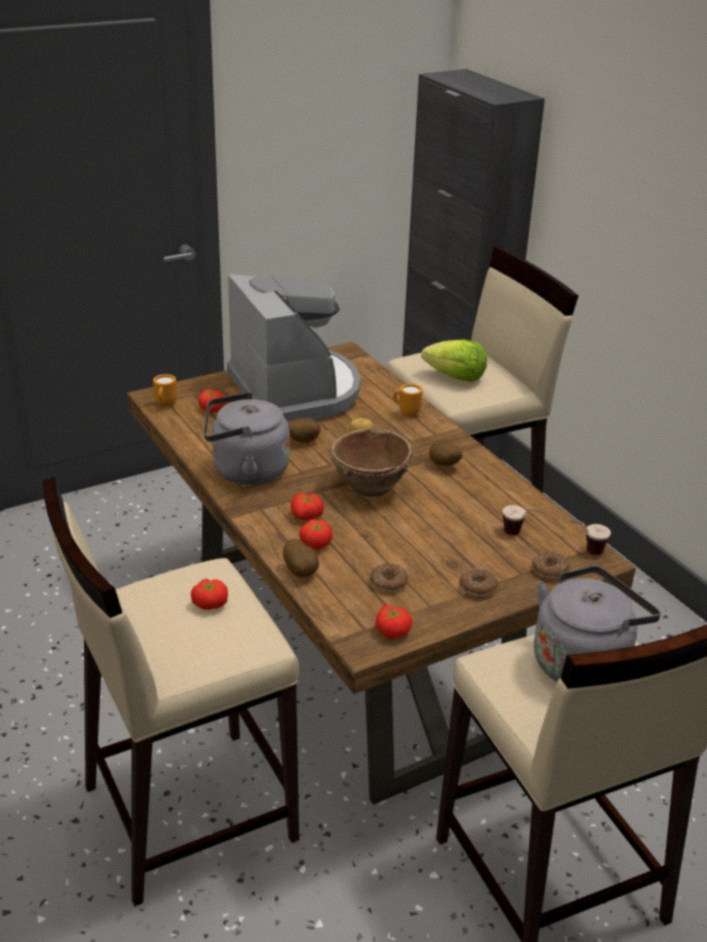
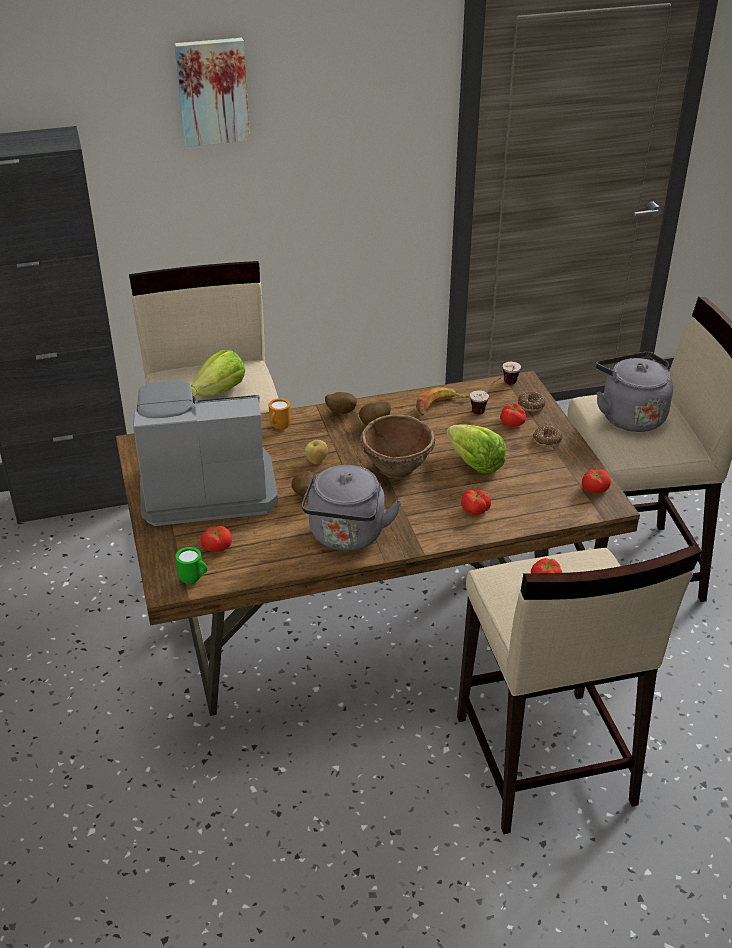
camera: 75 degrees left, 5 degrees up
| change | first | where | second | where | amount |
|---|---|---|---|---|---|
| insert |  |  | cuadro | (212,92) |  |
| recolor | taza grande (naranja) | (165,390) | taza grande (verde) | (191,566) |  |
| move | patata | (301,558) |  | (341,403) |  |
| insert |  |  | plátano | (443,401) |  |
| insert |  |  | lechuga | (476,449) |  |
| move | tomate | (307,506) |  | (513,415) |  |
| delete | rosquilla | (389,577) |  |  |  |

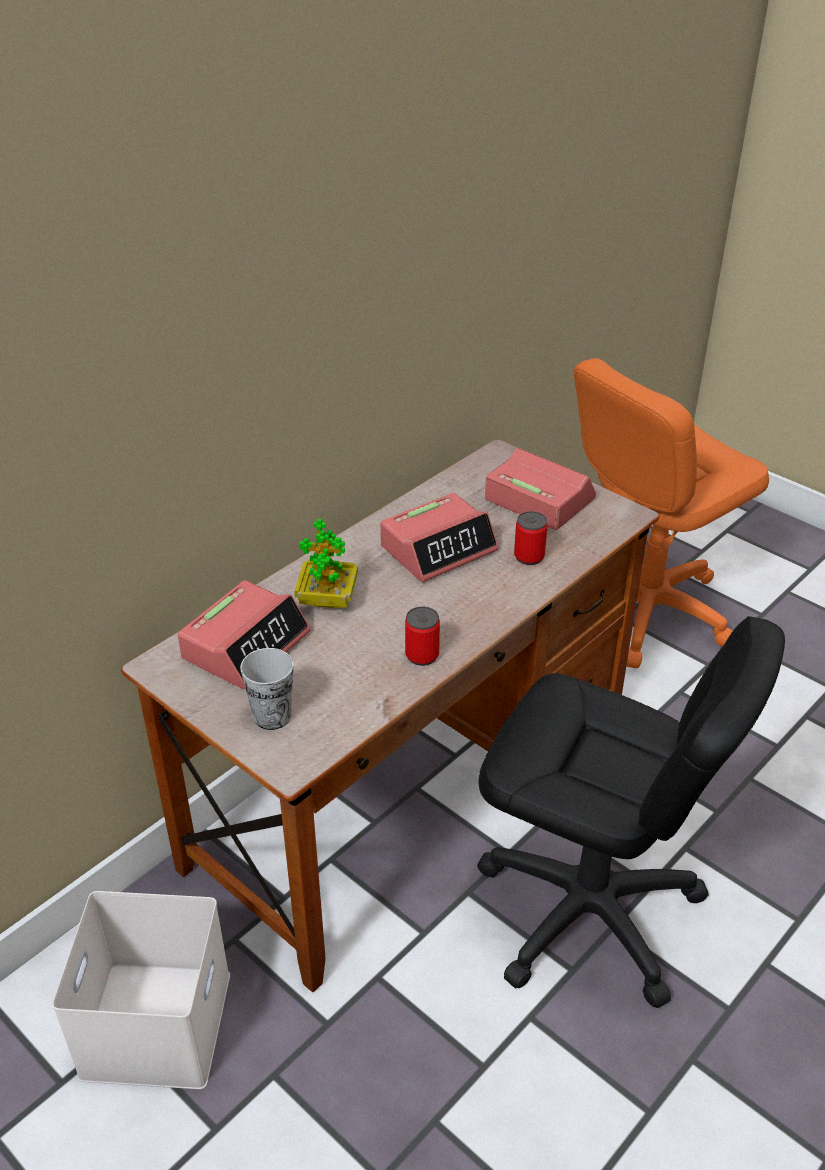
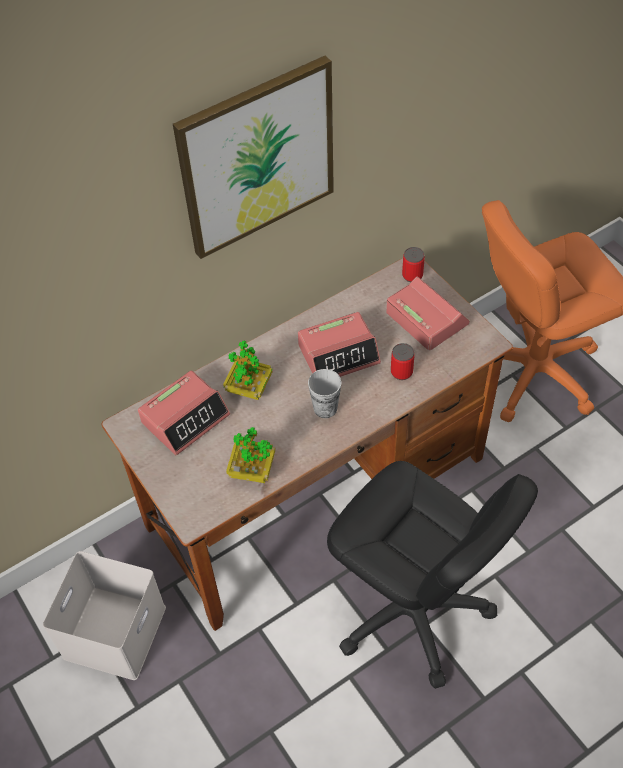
camera: 15 degrees right, 15 degrees up
| change | first | where | second | where | amount |
|---|---|---|---|---|---|
| insert |  |  | cuadro | (253,157) |  |
| insert |  |  | planta en maceta | (250,455) |  |
| move | taza | (266,689) |  | (325,393) |  |
| move | lata | (422,636) |  | (413,264) |  |

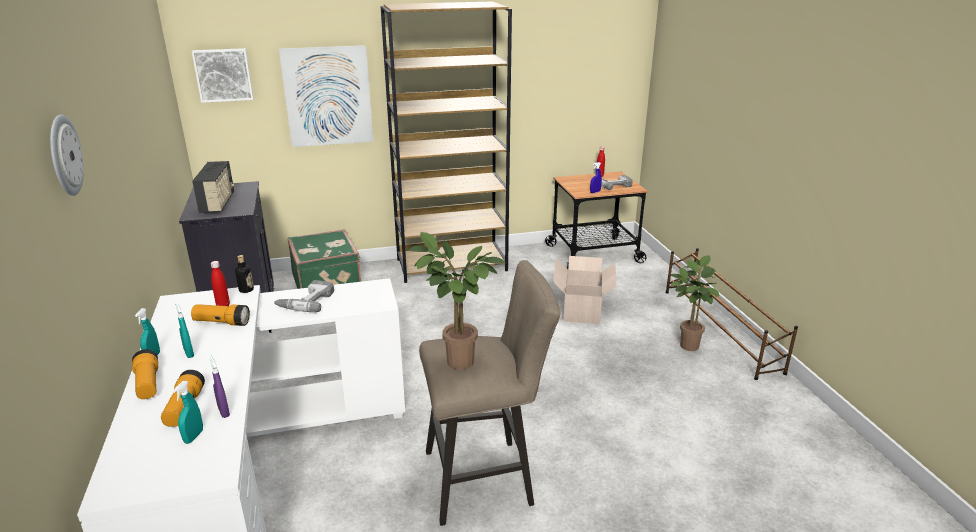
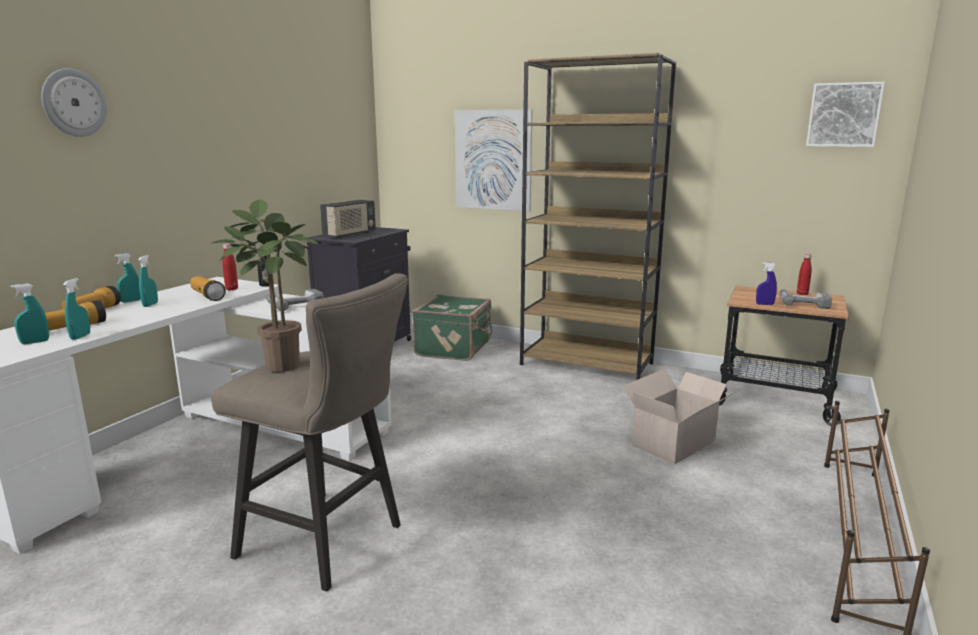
camera: 40 degrees right, 10 degrees down
| change | first | where | second | where | amount |
|---|---|---|---|---|---|
| recolor | pulverizador (morado) | (219,387) | pulverizador (turquesa) | (76,309) |  |
| move | cuadro | (223,75) |  | (845,114) |  |
| delete | planta en maceta | (694,303) |  |  |  |

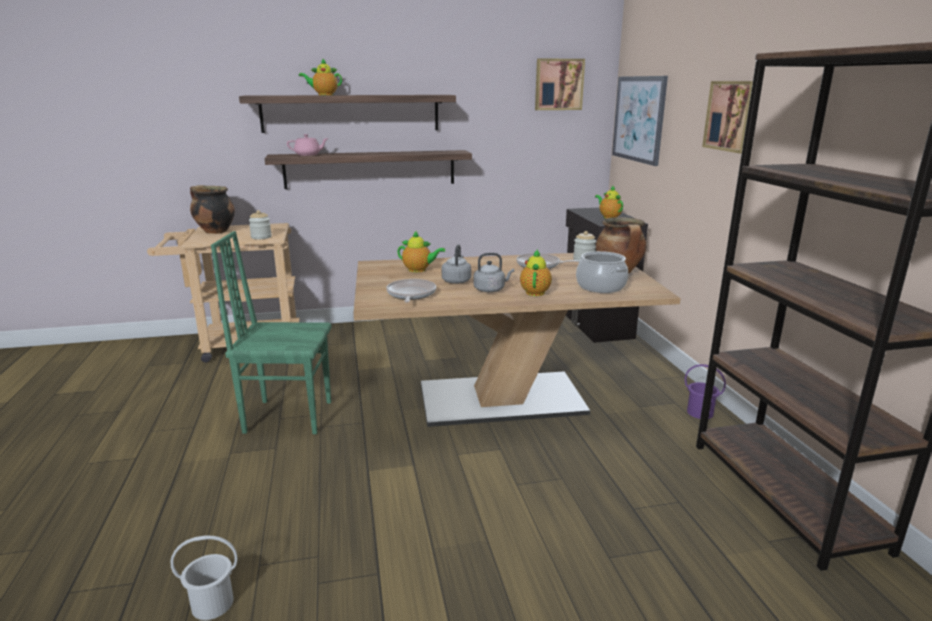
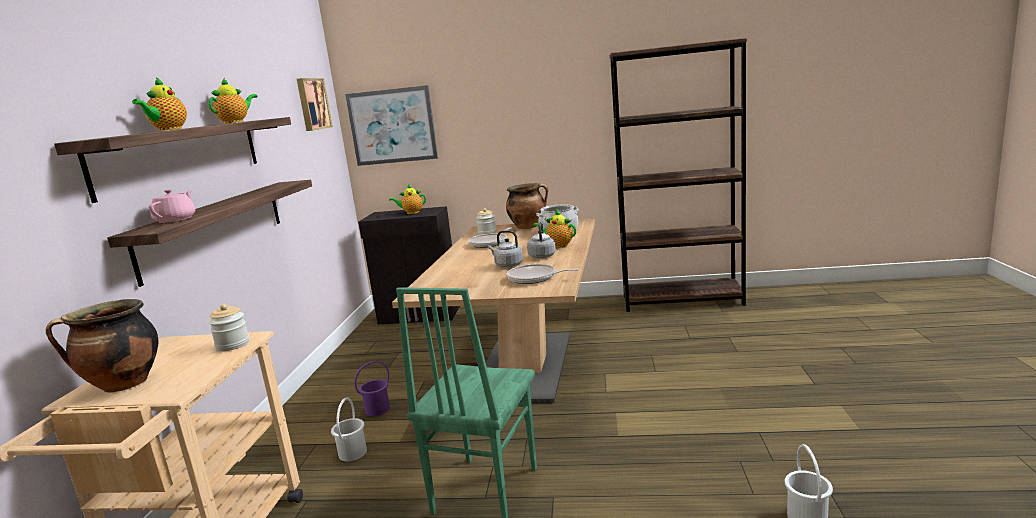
camera: 70 degrees left, 5 degrees down
| change | first | where | second | where | amount |
|---|---|---|---|---|---|
| move | tetera | (421,251) |  | (232,101) |  |
| insert |  |  | cubo (blanco) | (349,429) |  |
| move | cubo (morado) | (705,391) |  | (372,388) |  |
| delete | cuadro | (727,117) |  |  |  |

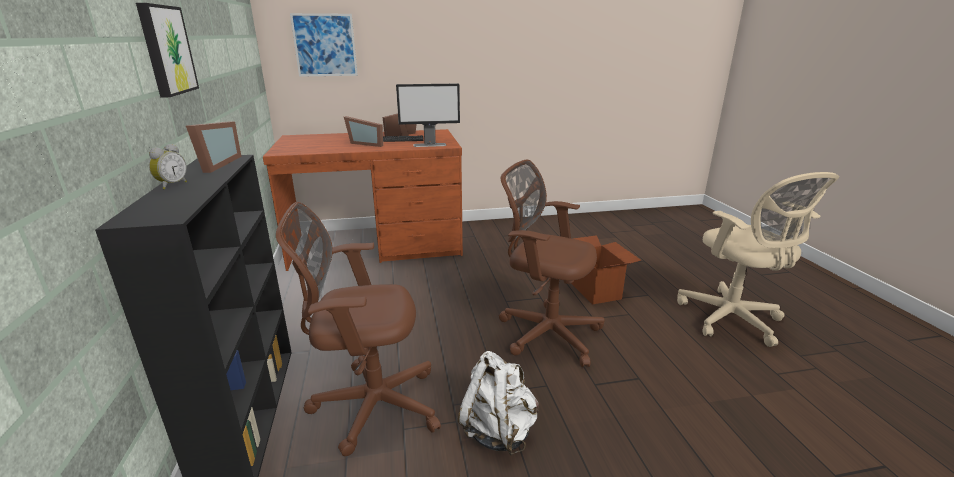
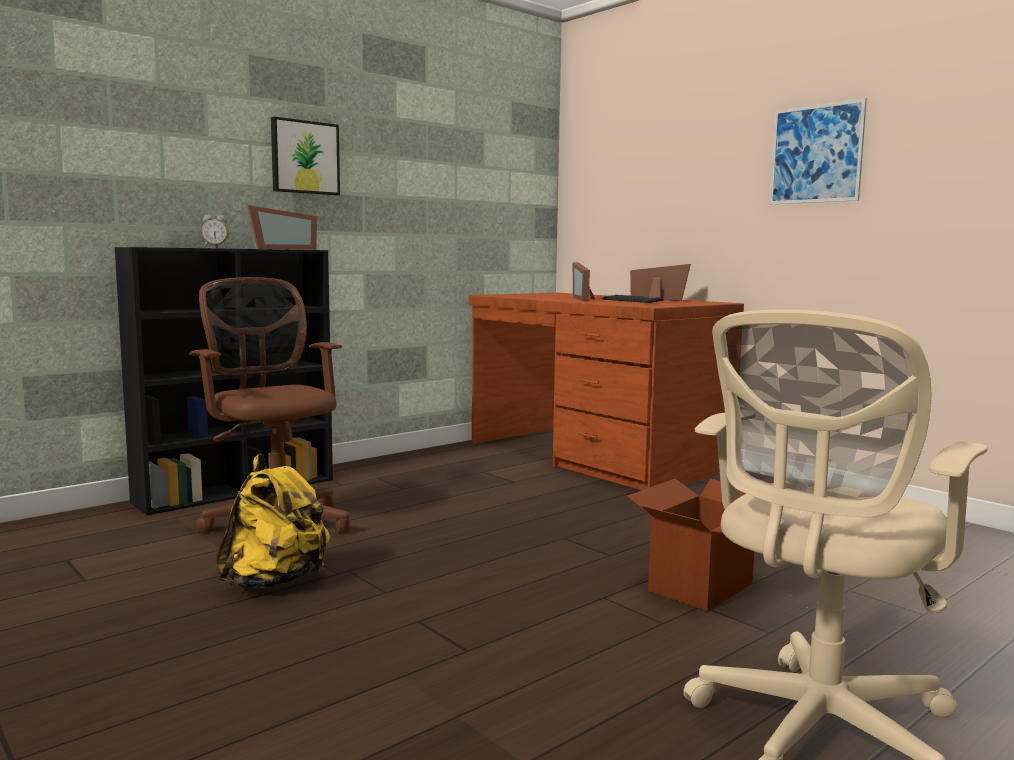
camera: 60 degrees right, 15 degrees down
| change | first | where | second | where | amount |
|---|---|---|---|---|---|
| recolor | mochila (blanco) | (498,403) | mochila (amarillo) | (273,521) |  |
| move | cuadro | (324,45) |  | (818,151) |  |
| delete | monitor | (428,115) |  |  |  |
| delete | silla de oficina (marrón) | (552,263) |  |  |  |

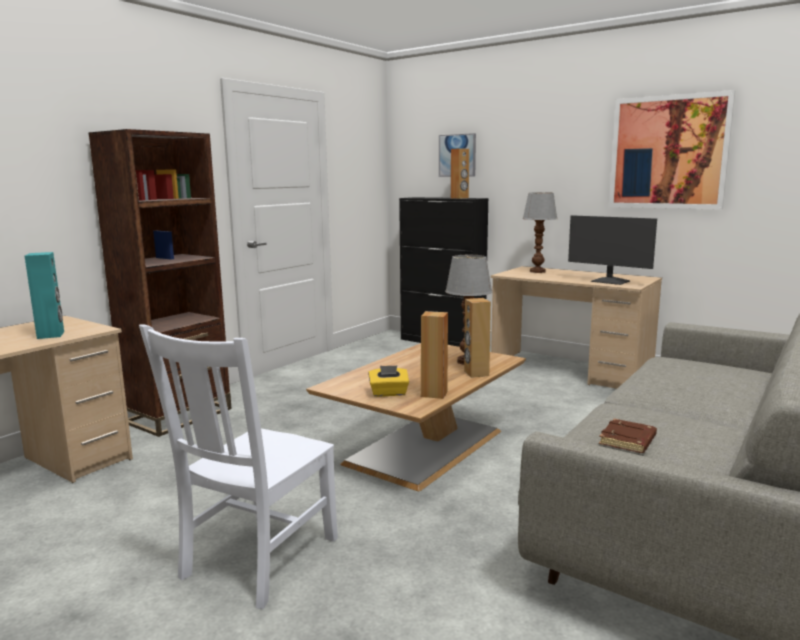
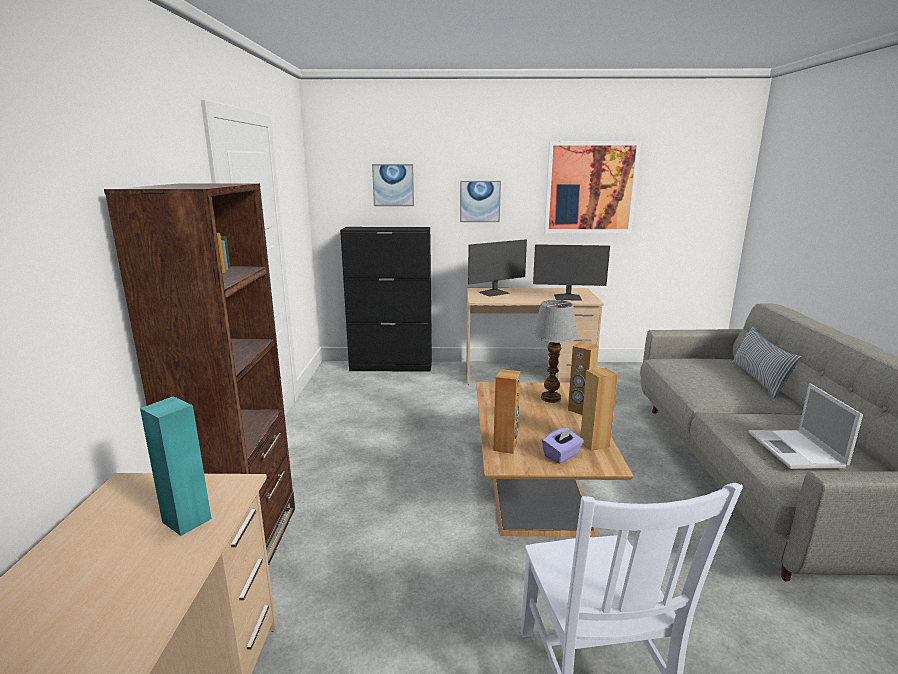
camera: 35 degrees left, 5 degrees up
| change | first | where | second | where | amount |
|---|---|---|---|---|---|
| insert |  |  | cuadro | (480,201) |  |
| replace | lámpara de mesa | (540,232) | monitor | (497,268) |  |
| move | altavoz (marrón) | (460,173) |  | (506,411) |  |
| recolor | caja de pañuelos (amarillo) | (388,381) | caja de pañuelos (morado) | (563,446) |  |
| insert |  |  | cojín | (766,362) |  |
| replace | libro (marrón) | (628,435) | portátil | (806,426) |  |

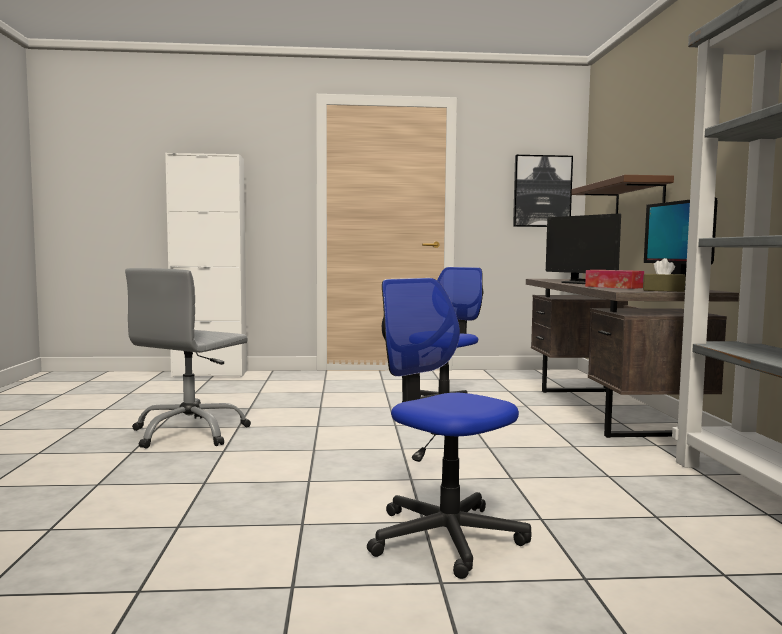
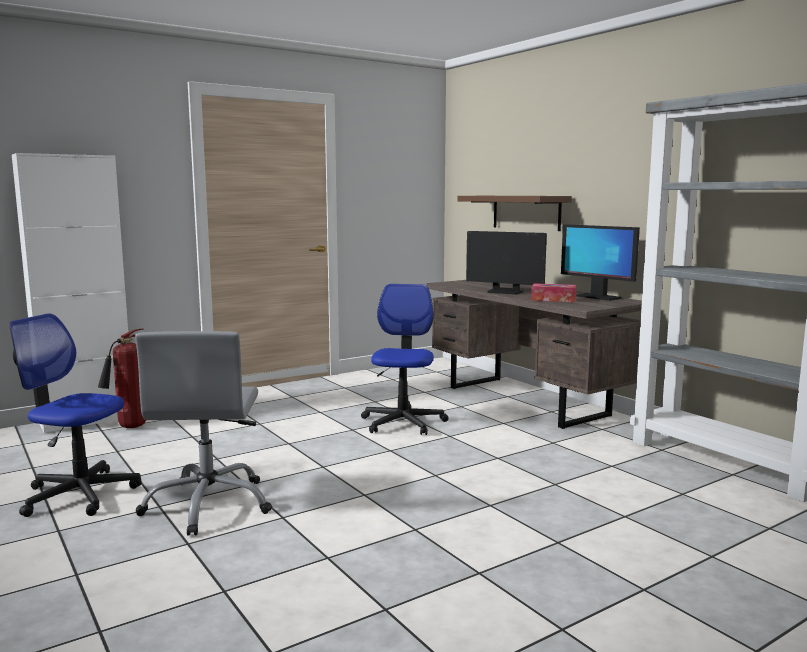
camera: 30 degrees left, 5 degrees up
| change | first | where | second | where | amount |
|---|---|---|---|---|---|
| move | silla de oficina | (449,428) |  | (75,415) |  |
| insert |  |  | extintor | (122,378) |  |
| delete | cuadro | (543,191) |  |  |  |
| delete | caja de pañuelos (marrón) | (664,275) |  |  |  |

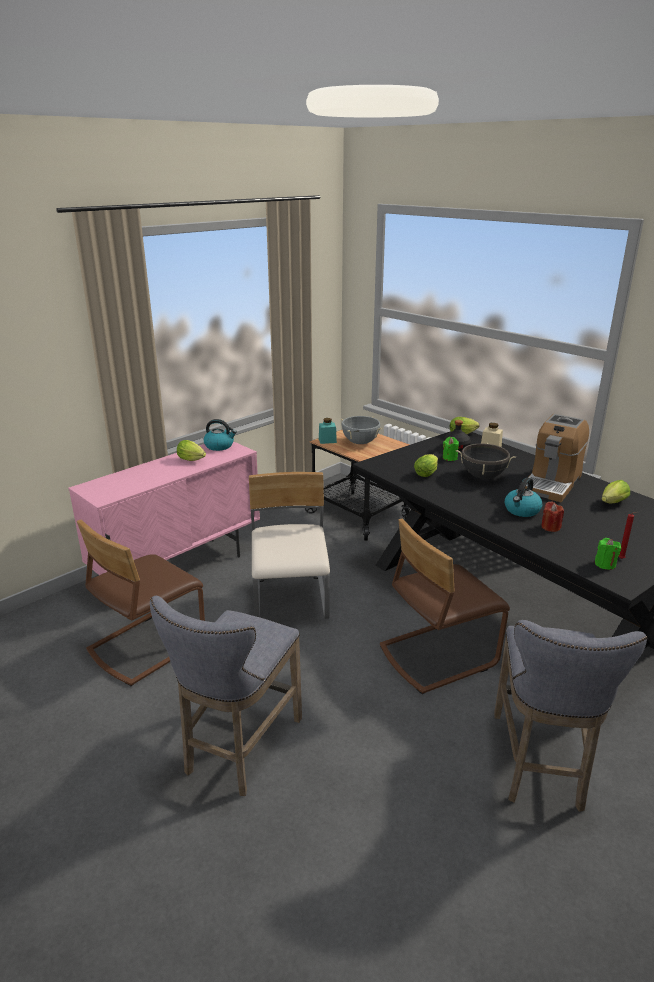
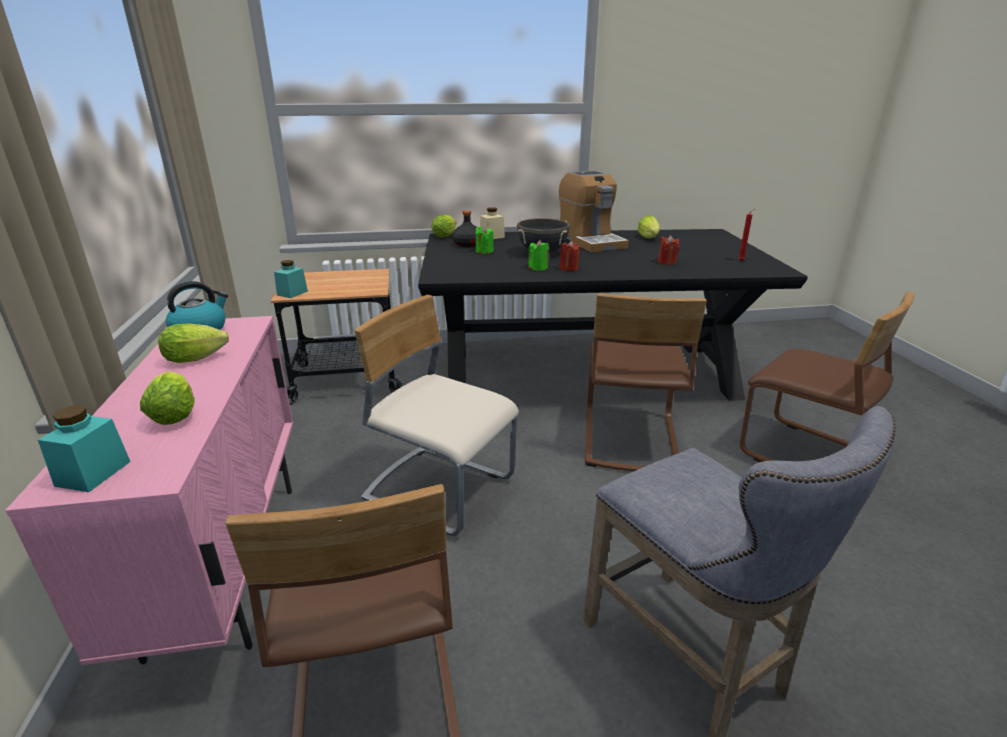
camera: 55 degrees left, 0 degrees up
| change | first | where | second | where | amount |
|---|---|---|---|---|---|
| insert |  |  | tarro (turquesa) | (84,448) |  |
| move | lechuga | (426,465) |  | (167,398) |  |
| move | vela (verde) | (608,554) |  | (538,255) |  |
| insert |  |  | vela (rojo) | (570,256) |  |
| replace | taburete (gris) | (570,716) | silla (marrón) | (827,376) |  |
| delete | olla (gris) | (361,430) |  |  |  |
| delete | hervidor | (523,497) |  |  |  |

